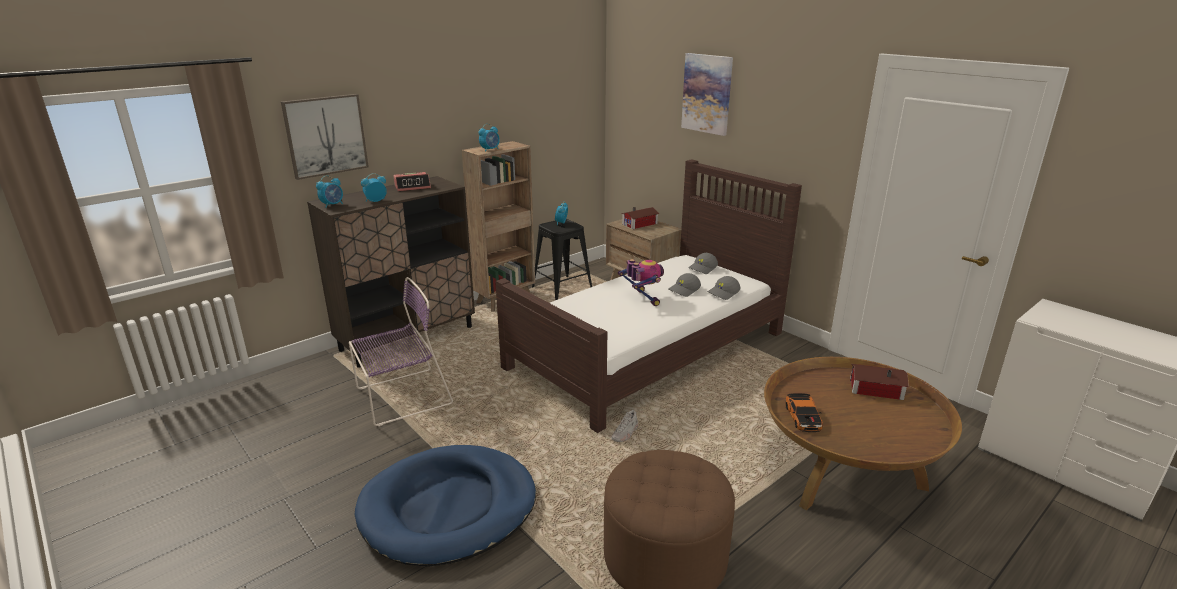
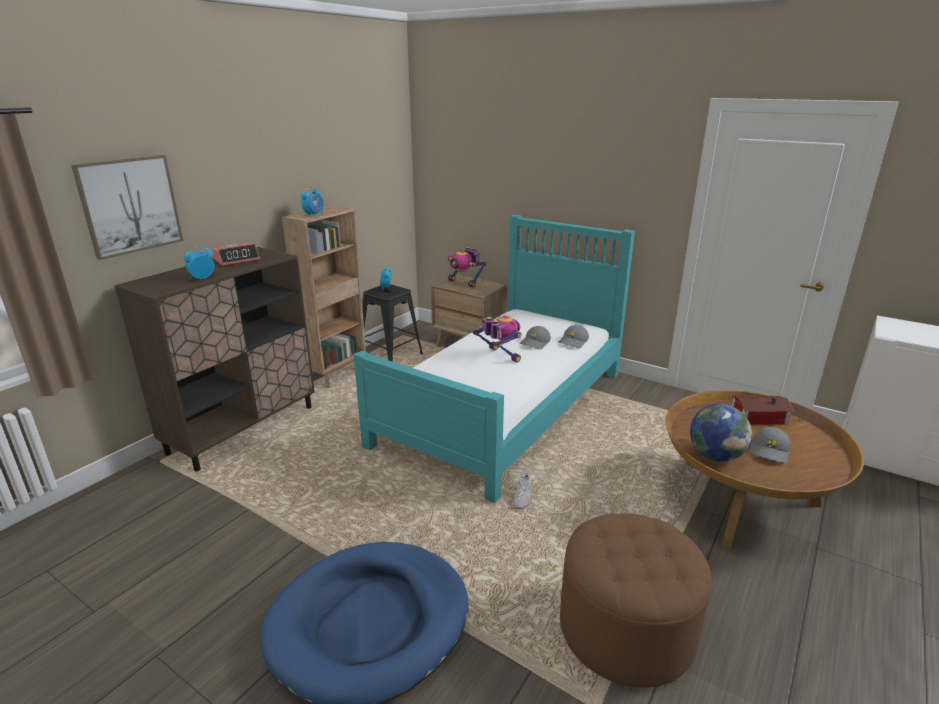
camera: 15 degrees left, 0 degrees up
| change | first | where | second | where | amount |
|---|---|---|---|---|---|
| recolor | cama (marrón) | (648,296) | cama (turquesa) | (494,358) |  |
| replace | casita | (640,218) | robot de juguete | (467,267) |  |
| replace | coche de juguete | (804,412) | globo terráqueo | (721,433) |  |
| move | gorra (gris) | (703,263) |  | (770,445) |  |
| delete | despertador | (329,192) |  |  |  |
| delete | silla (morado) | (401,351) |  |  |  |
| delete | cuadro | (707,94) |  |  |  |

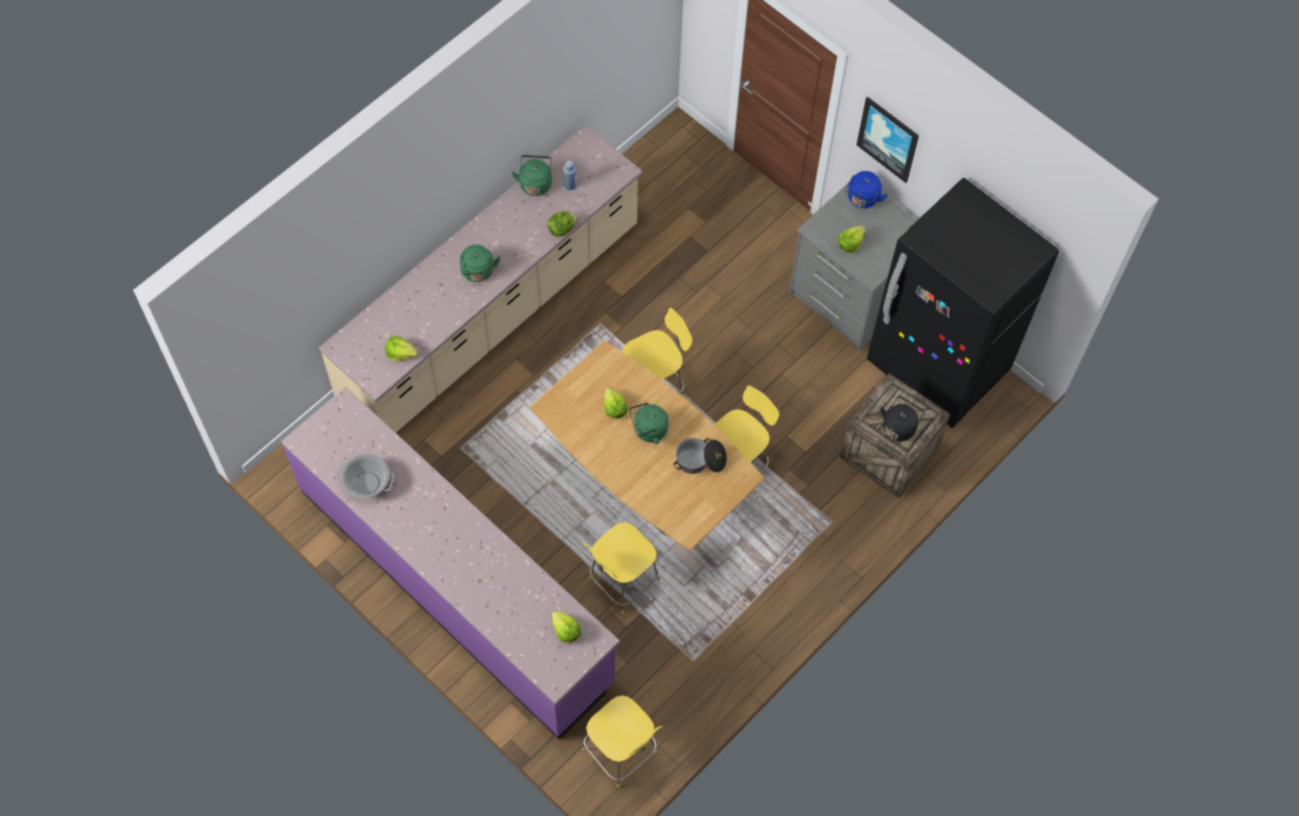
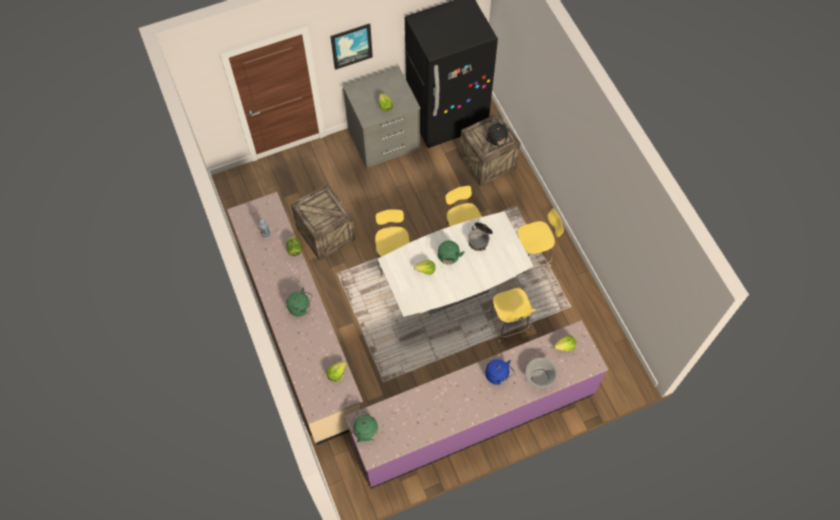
camera: 65 degrees left, 0 degrees up
| change | first | where | second | where | amount |
|---|---|---|---|---|---|
| insert |  |  | caja de embalaje | (323,222) |  |
| move | hervidor (verde) | (532,175) |  | (363,426) |  |
| recolor | mesa de comedor (marrón) | (647,445) | mesa de comedor (blanco) | (455,264) |  |
| move | hervidor (azul) | (866,189) |  | (499,372) |  |
| move | taburete (amarillo) | (623,741) |  | (541,242) |  |
| move | olla | (365,476) |  | (542,373) |  |

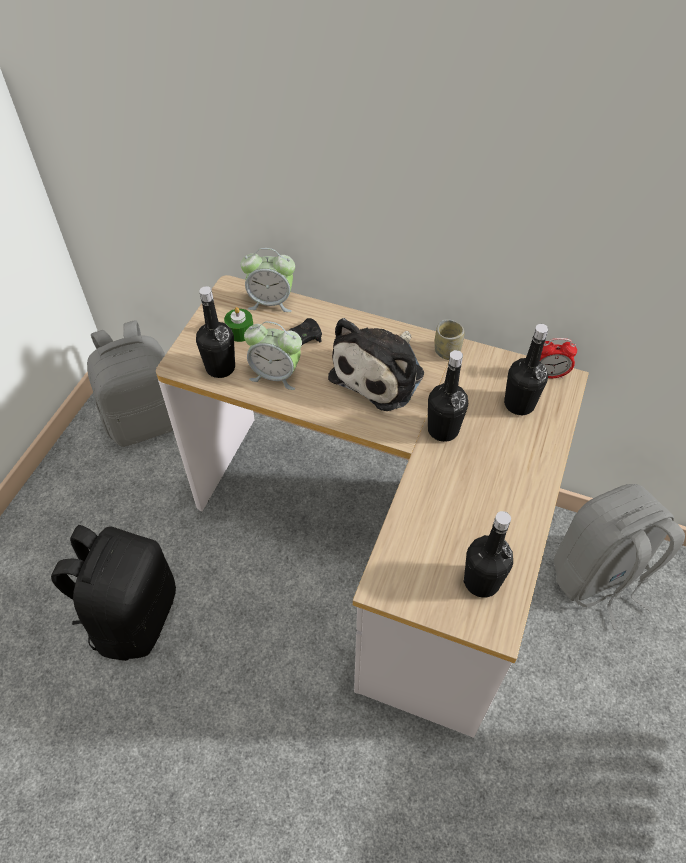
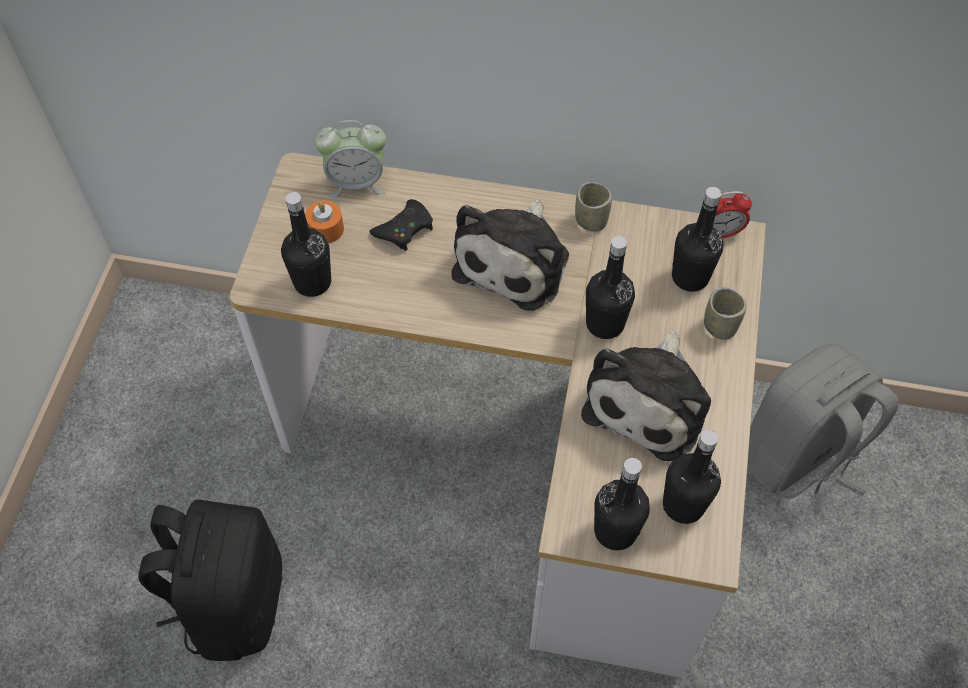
camera: 10 degrees left, 5 degrees up
| change | first | where | second | where | amount |
|---|---|---|---|---|---|
| recolor | vela (verde) | (238,324) | vela (naranja) | (324,222) |  |
| insert |  |  | peluche | (646,396) |  |
| insert |  |  | botella (negro) | (622,504) |  |
| insert |  |  | taza | (725,313) |  |
| delete | mochila (gris) | (130,383) |  |  |  |
| delete | despertador | (273,355) |  |  |  |

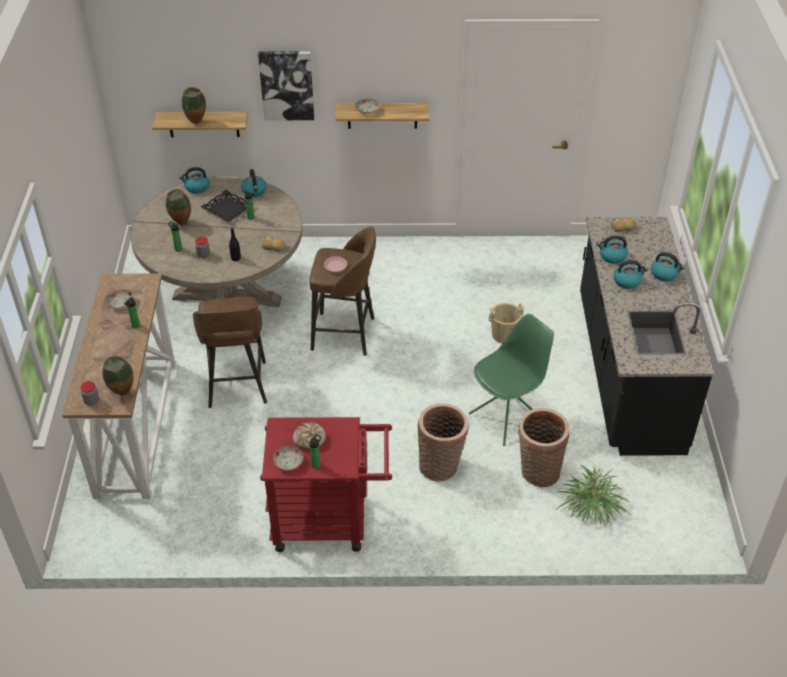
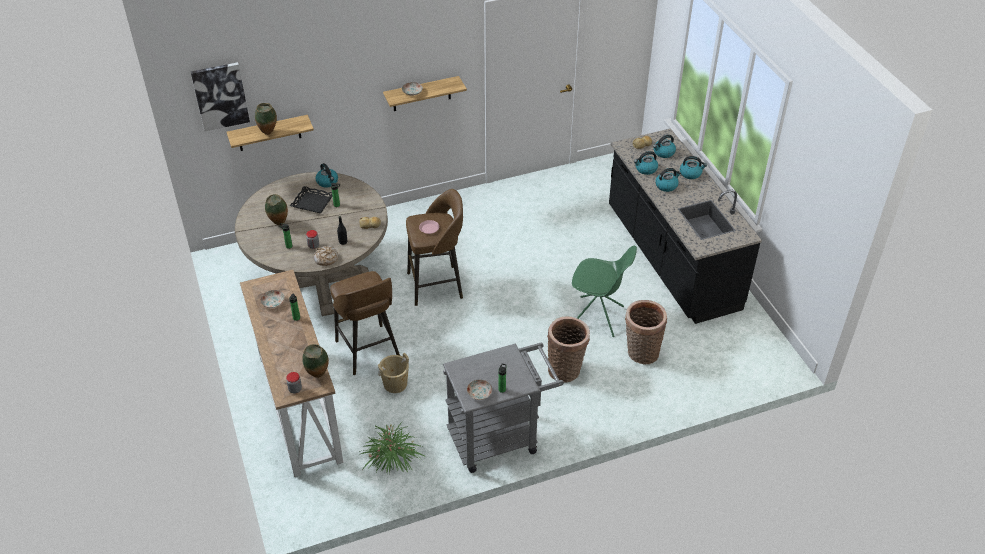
camera: 20 degrees left, 0 degrees up
| change | first | where | second | where | amount |
|---|---|---|---|---|---|
| move | cuadro | (286,85) |  | (220,96) |  |
| move | pan | (309,436) |  | (325,256) |  |
| move | planta en maceta | (594,496) |  | (391,447) |  |
| move | cubo (beis) | (506,323) |  | (393,373) |  |
| recolor | carrito (rojo) | (326,484) | carrito (gris) | (503,408) |  |
| rotate | silla (verde) | (511,380) |  | (604,291) | 75 degrees clockwise |
| move | hervidor | (194,180) |  | (664,146) |  |

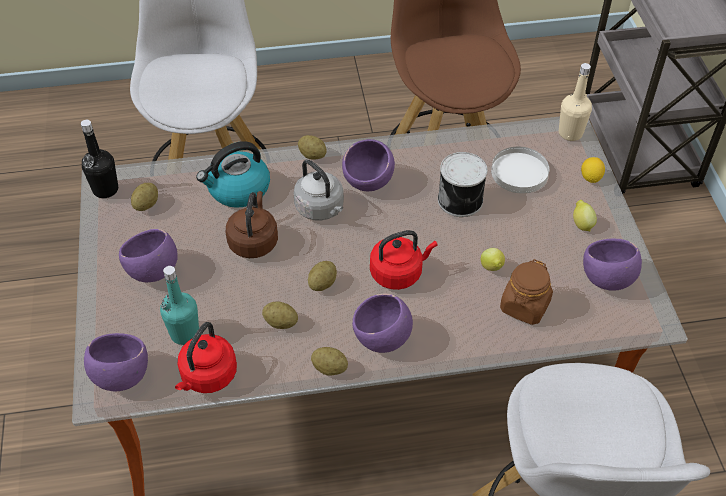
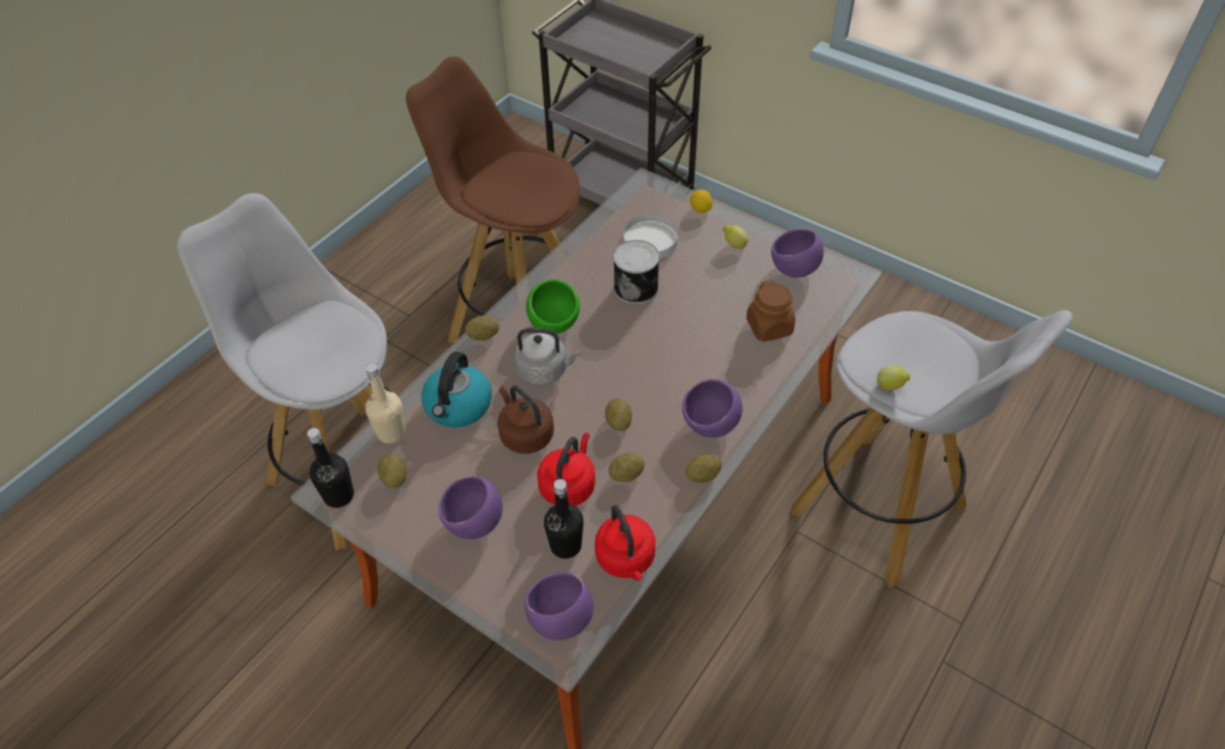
camera: 45 degrees left, 0 degrees up
| change | first | where | second | where | amount |
|---|---|---|---|---|---|
| move | botella (beis) | (575,102) |  | (386,403) |  |
| recolor | cuenco (morado) | (368,165) | cuenco (verde) | (553,306) |  |
| move | hervidor (rojo) | (403,260) |  | (566,469) |  |
| recolor | botella (turquesa) | (179,305) | botella (negro) | (564,519) |  |
| move | limón | (493,259) |  | (893,378) |  |

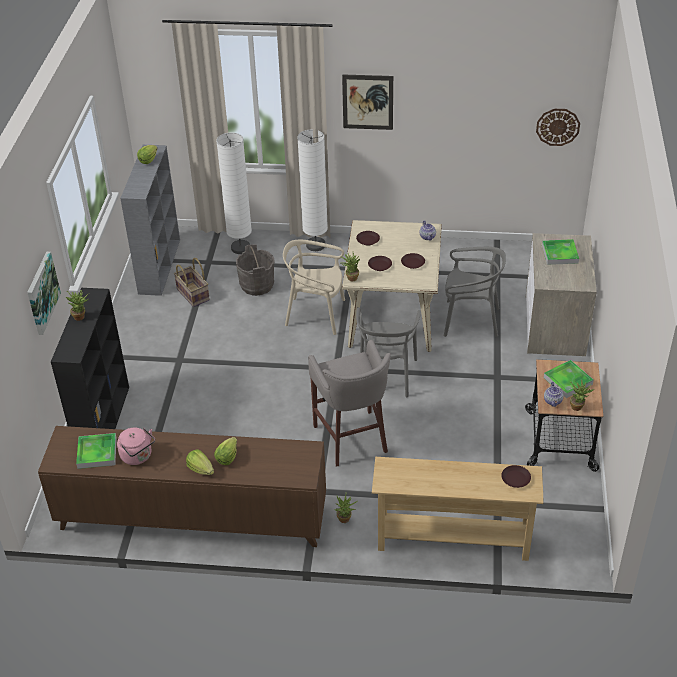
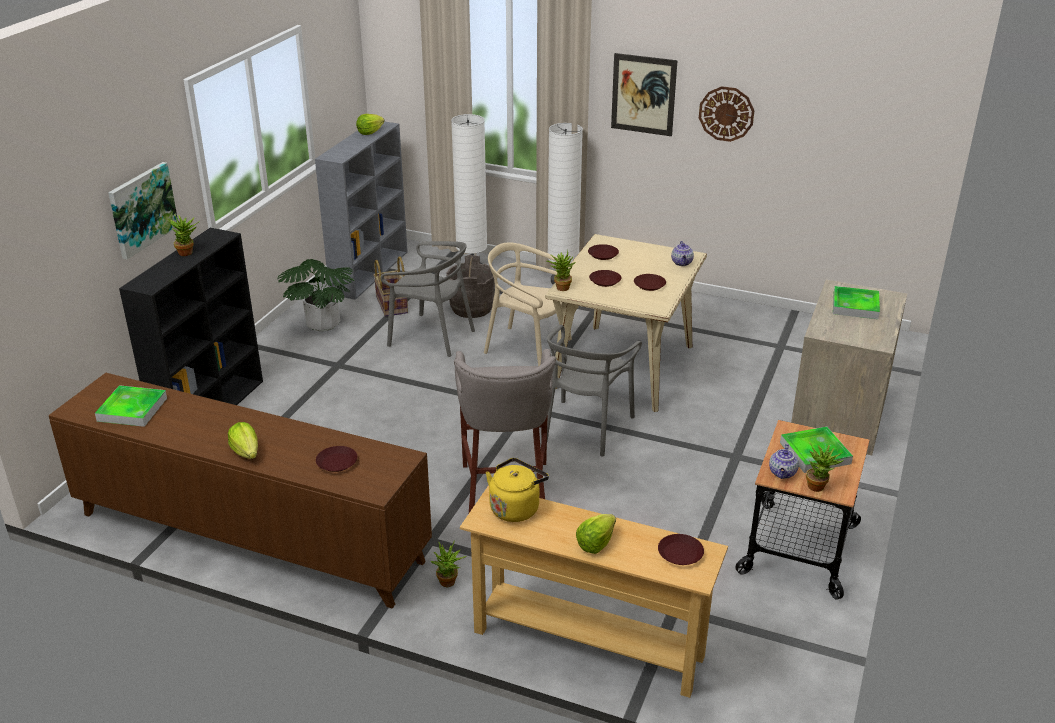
camera: 15 degrees right, 10 degrees down
| change | first | where | second | where | amount |
|---|---|---|---|---|---|
| insert |  |  | planta en maceta | (316,295) |  |
| insert |  |  | plato (marrón) | (337,459) |  |
| move | silla (gris) | (474,292) |  | (427,299) |  |
| insert |  |  | hervidor (amarillo) | (517,490) |  |
| move | lechuga | (225,451) |  | (596,534) |  |
| move | reloj de pared | (558,127) |  | (726,114) |  |
| delete | hervidor (rosa) | (136,446) |  |  |  |

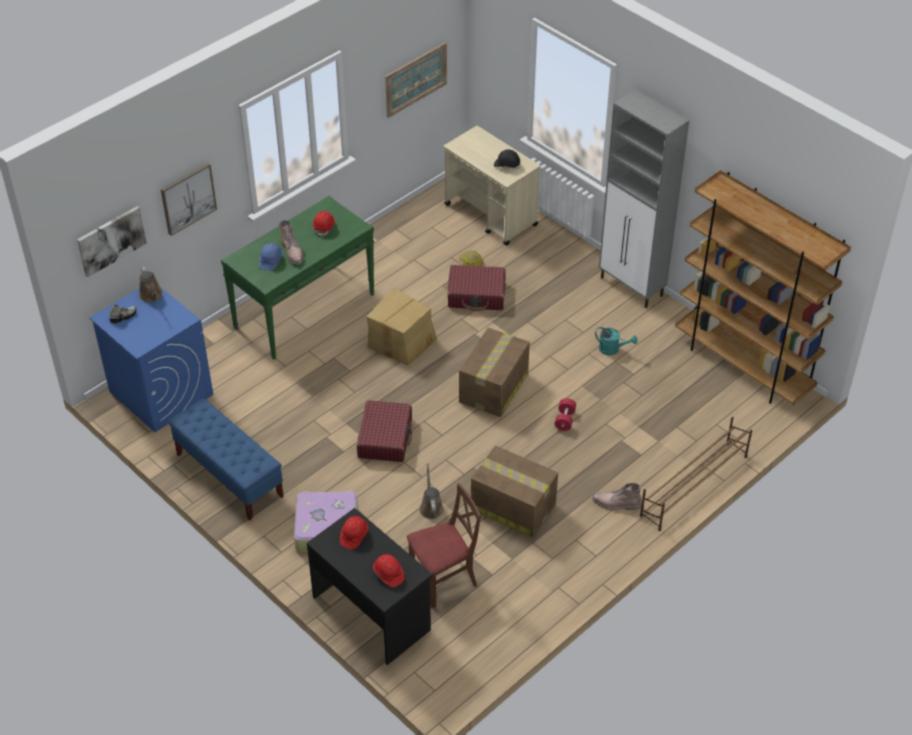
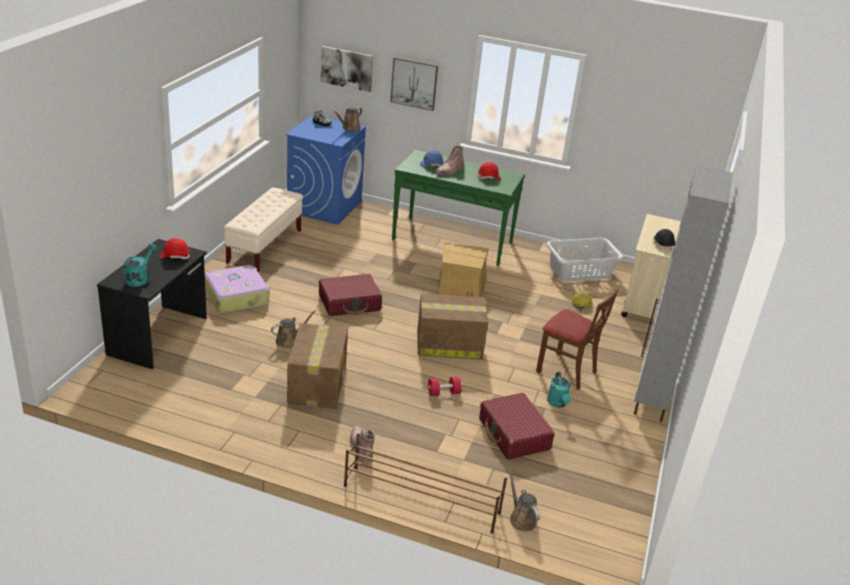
camera: 60 degrees right, 15 degrees down
| change | first | where | second | where | amount |
|---|---|---|---|---|---|
| replace | casco (rojo) | (389,570) | regadera (turquesa) | (140,265) |  |
| recolor | banco (azul) | (226,459) | banco (beis) | (263,229) |  |
| move | maleta (rojo) | (476,288) |  | (517,426) |  |
| insert |  |  | regadera (marrón) | (524,499) |  |
| move | silla (marrón) | (443,545) |  | (577,339) |  |
| insert |  |  | cesto de la ropa (gris) | (584,260) |  |
| delete | cuadro | (416,80) |  |  |  |
| delete | estantería (marrón) | (763,287) |  |  |  |

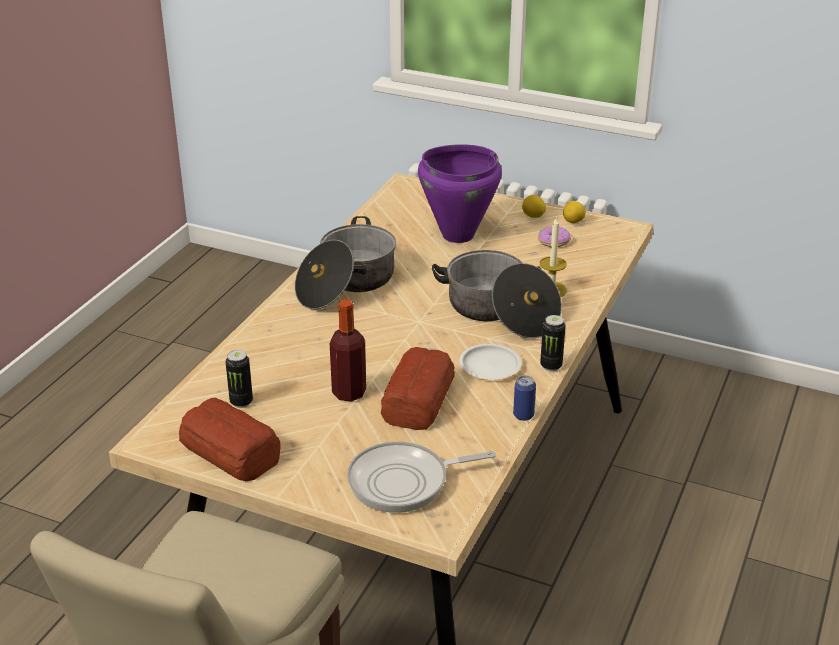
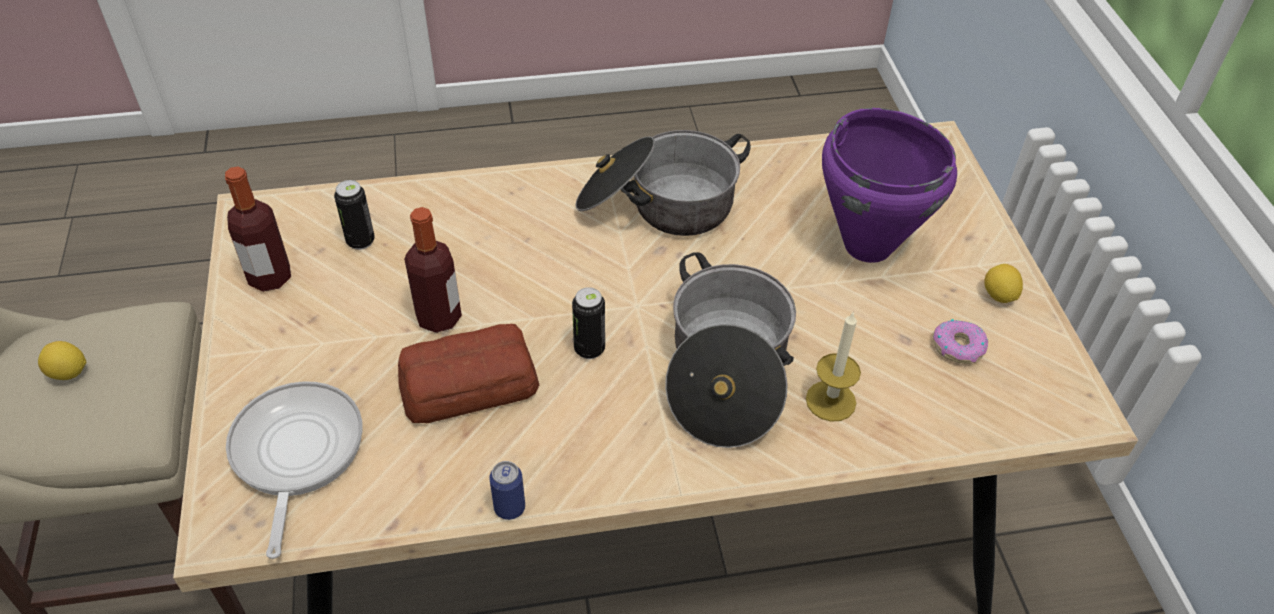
camera: 55 degrees right, 15 degrees up
| change | first | where | second | where | amount |
|---|---|---|---|---|---|
| move | limón | (574,212) |  | (62,360) |  |
| replace | pan | (230,439) | botella | (258,229) |  |
| rotate | sartén | (421,477) |  | (294,470) | 45 degrees clockwise |
| move | lata | (553,343) |  | (588,323) |  |
| delete | plato (blanco) | (490,362) |  |  |  |

